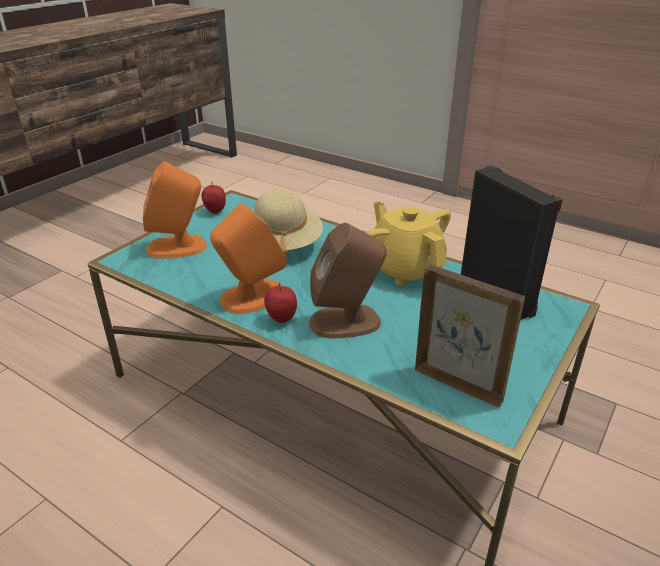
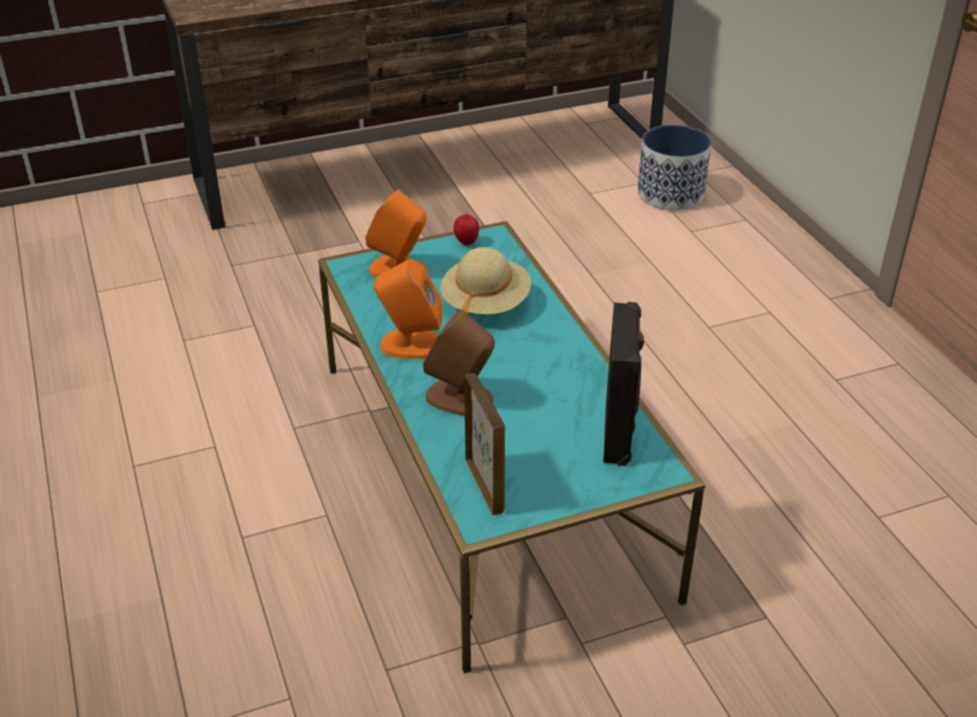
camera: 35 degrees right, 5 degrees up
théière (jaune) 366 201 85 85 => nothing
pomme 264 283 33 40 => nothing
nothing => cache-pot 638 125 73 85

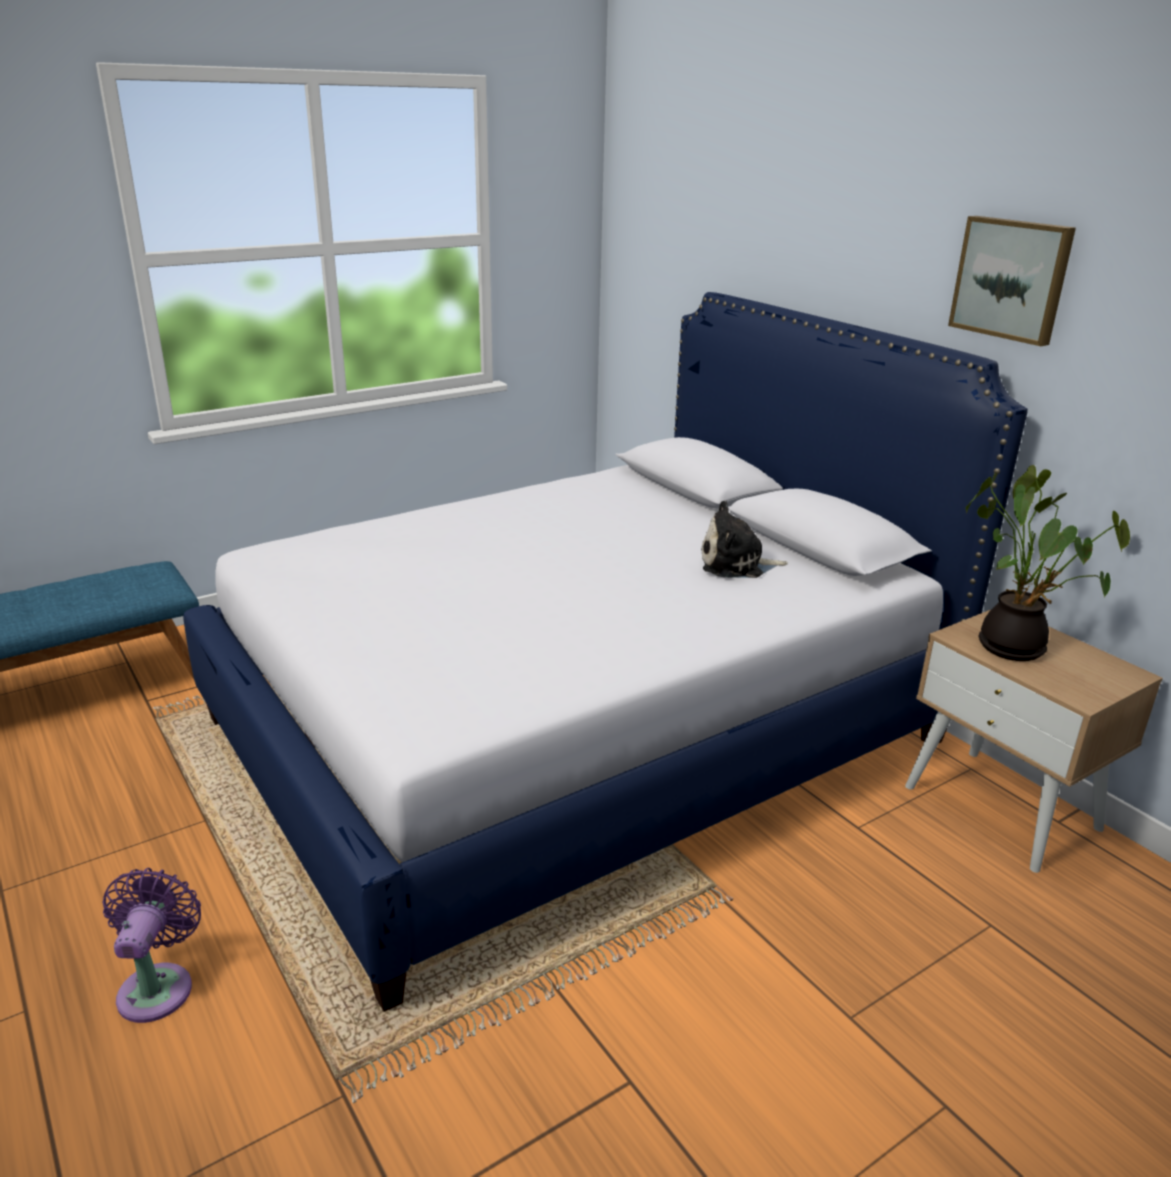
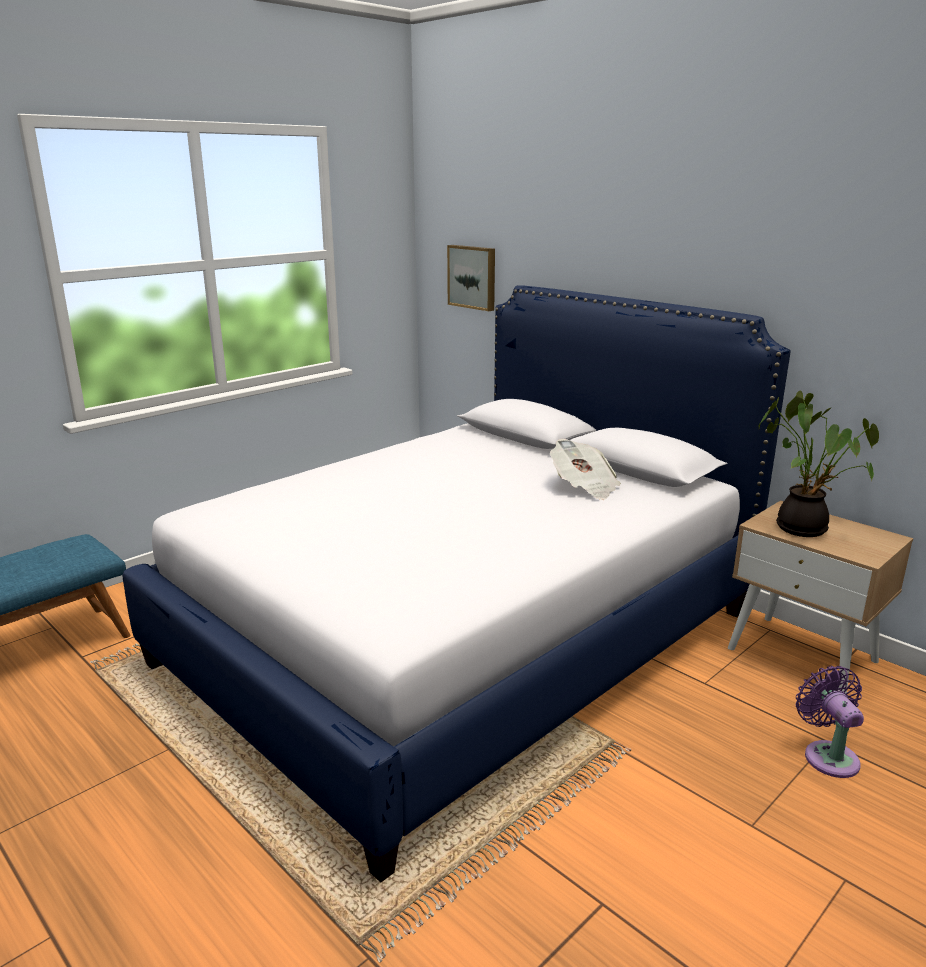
camera: 10 degrees left, 5 degrees down
tableau 948 216 128 130 => tableau 447 245 48 66, relocated
peluche 701 501 87 77 => journal 550 439 71 61
ventilateur (violet) 102 868 99 155 => ventilateur (violet) 796 666 68 112, relocated

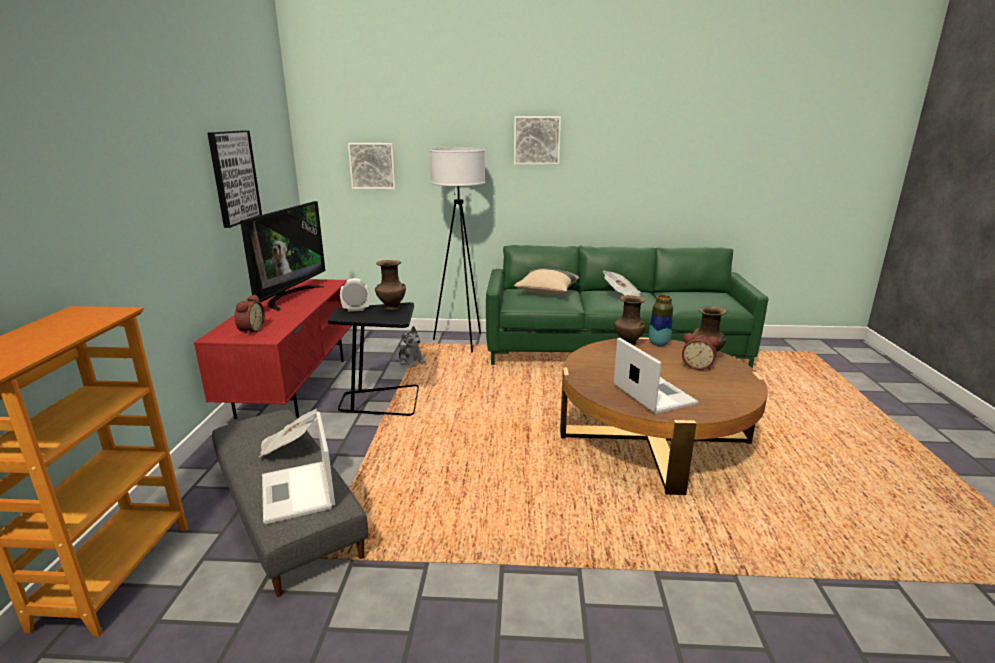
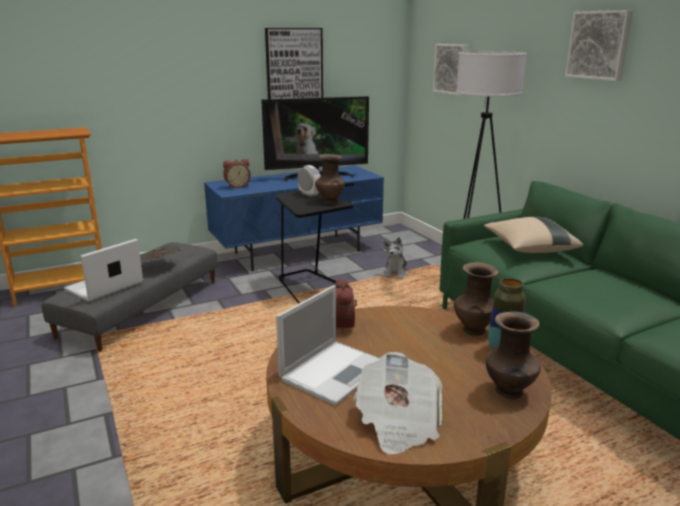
camera: 60 degrees right, 0 degrees up
journal 603 270 38 27 => journal 354 352 88 103, relocated
meuble télé (rouge) 194 279 158 140 => meuble télé (bleu) 204 166 180 105
réveil 682 333 37 37 => réveil 335 278 22 55, relocated

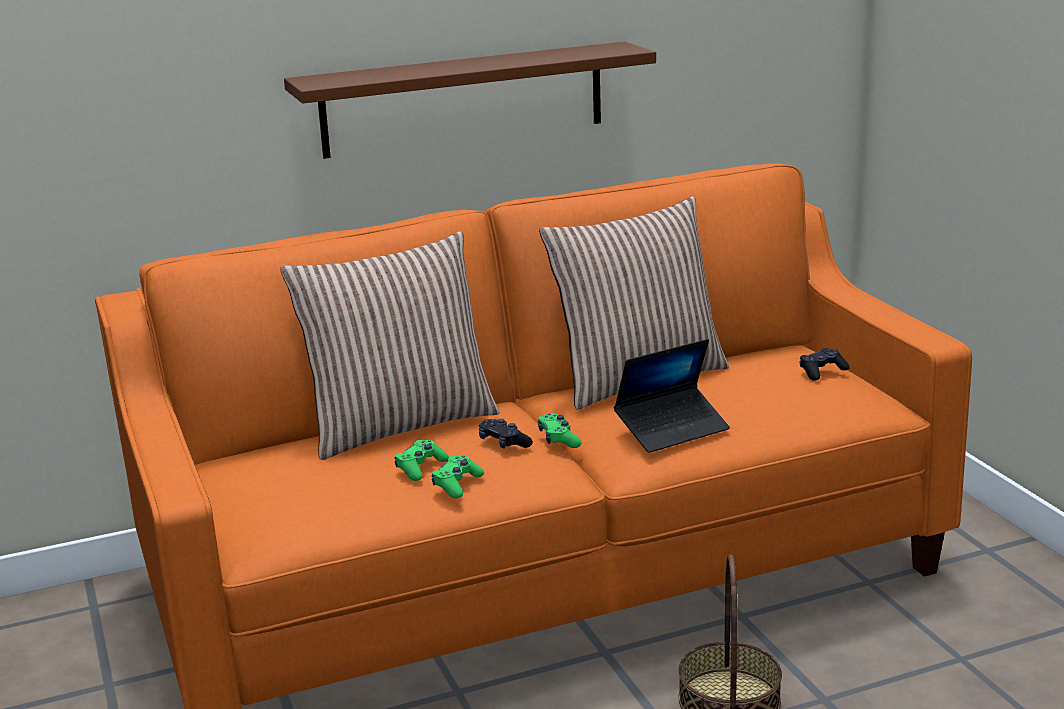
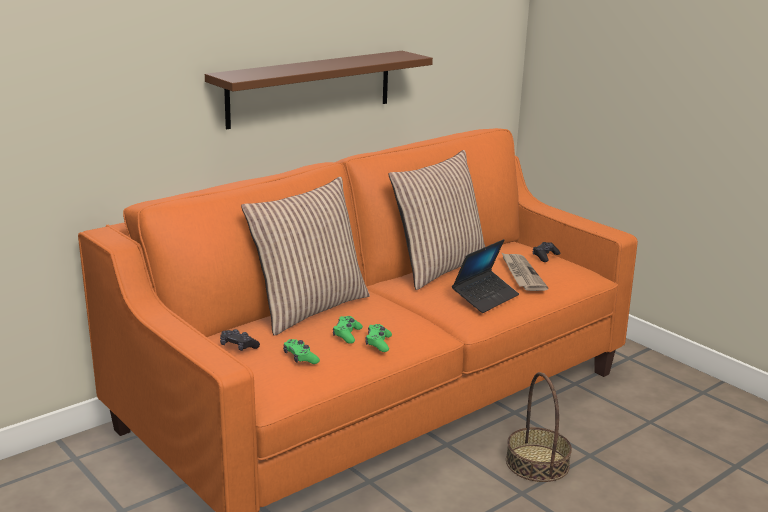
camera: 20 degrees left, 0 degrees up
manette (vert) 538 413 44 35 => manette (vert) 283 339 37 25, relocated
manette (noir) 479 419 54 30 => manette (noir) 220 329 40 22, relocated
nothing => journal 501 252 47 39

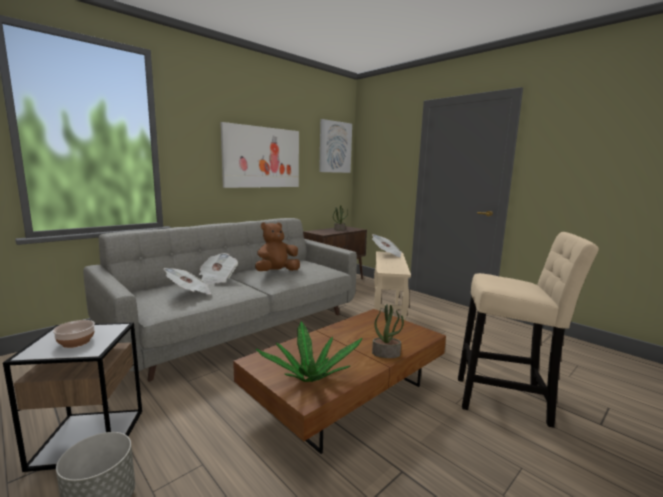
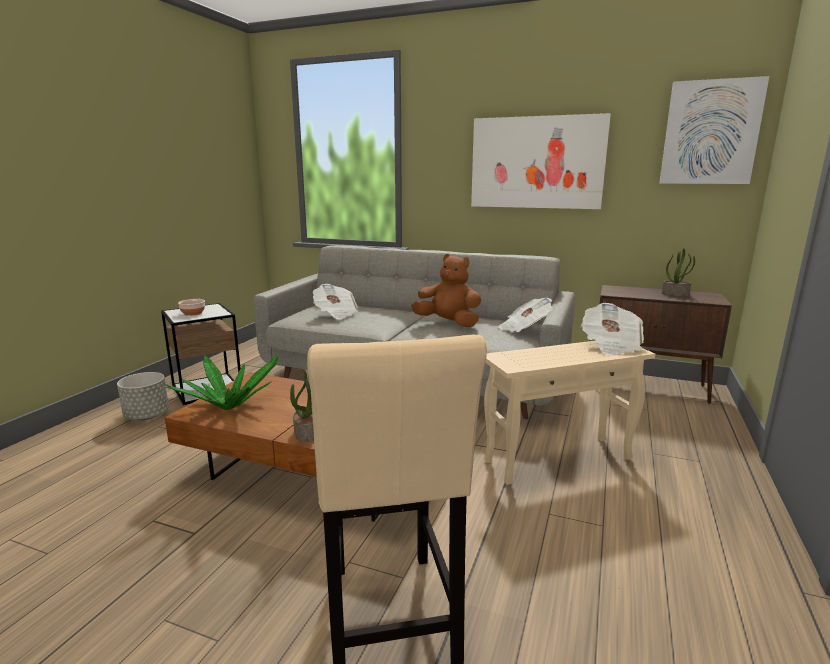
camera: 65 degrees right, 5 degrees up
journal 199 253 39 32 => journal 498 298 55 34, relocated

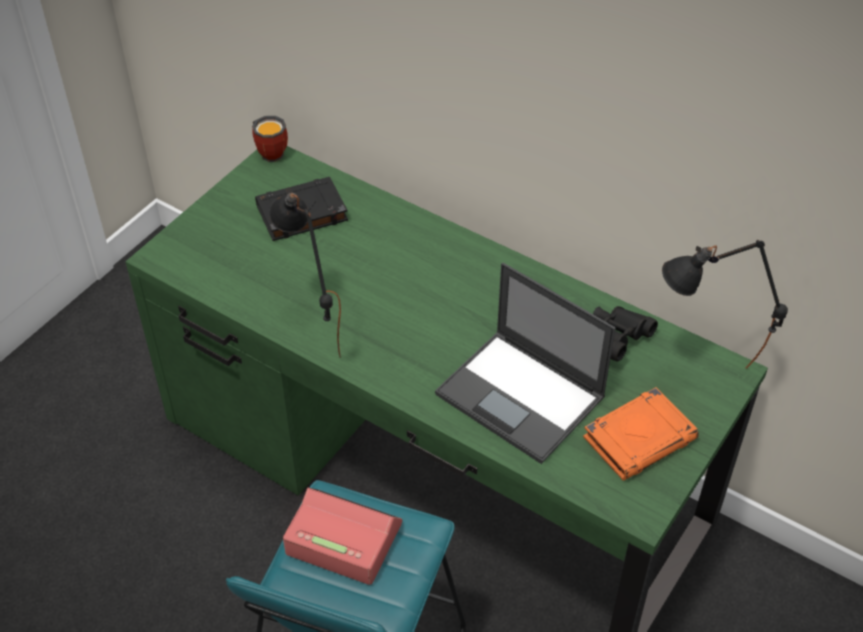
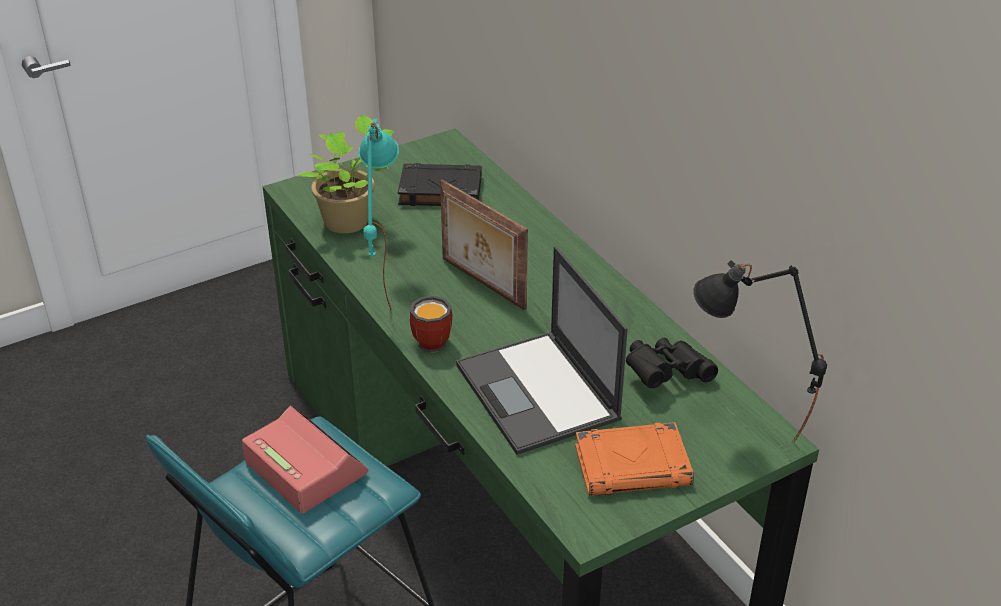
camera: 25 degrees right, 10 degrees down
mug 252 116 36 46 => mug 410 295 42 58, relocated
lampe de table (noir) 269 187 72 170 => lampe de table (turquoise) 359 119 40 191
nothing => plante en pot 298 114 96 120
nothing => cadre photo 440 179 88 132

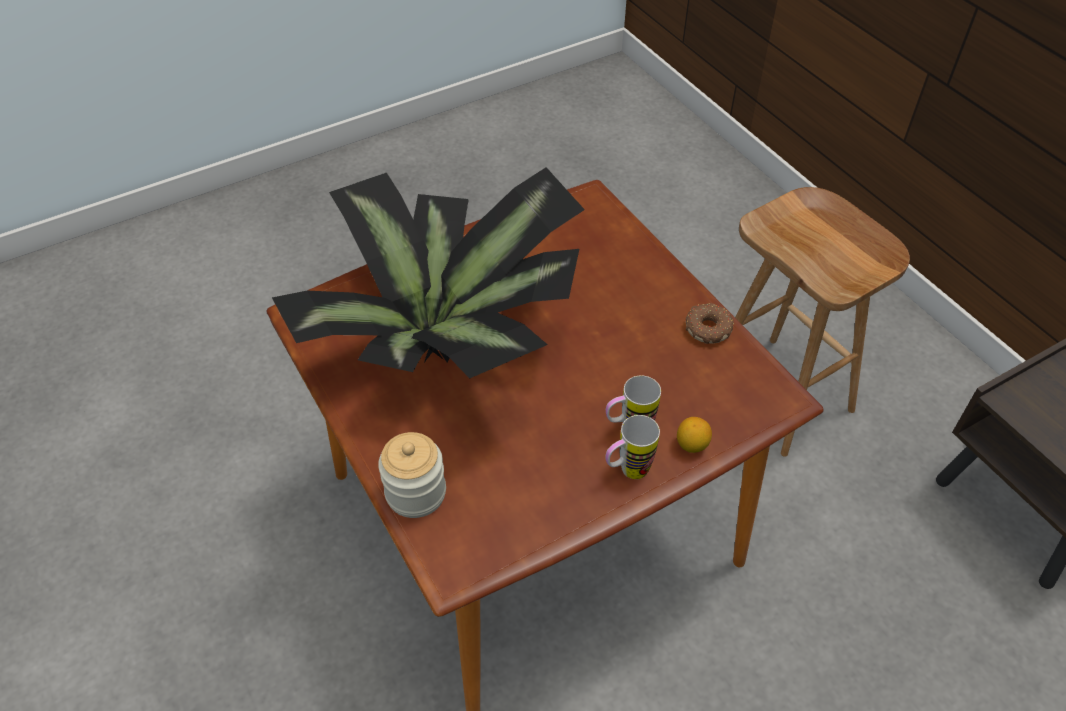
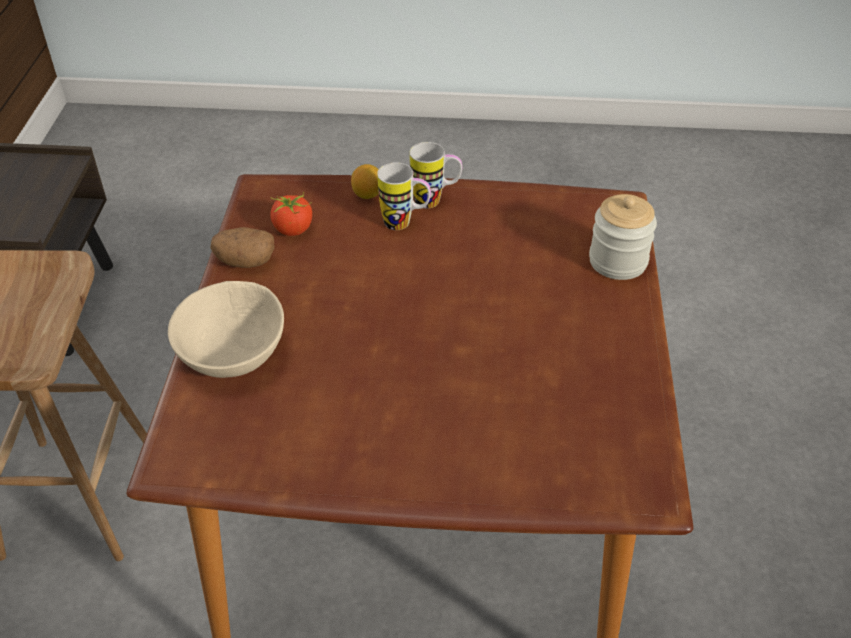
camera: 145 degrees left, 5 degrees down
plante en pot 272 167 313 211 => nothing
beignet 686 303 48 41 => pomme de terre 210 227 65 41
nothing => tomate 270 192 42 44
nothing => bol (beige) 168 281 116 97

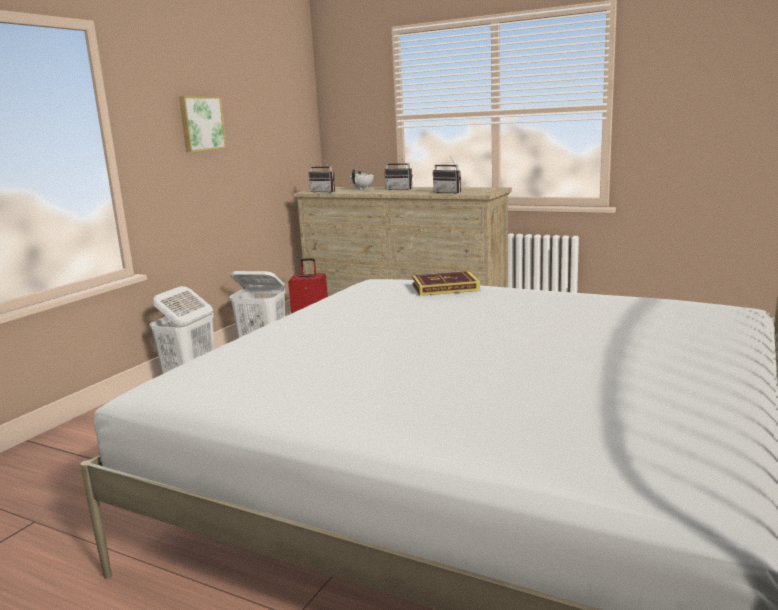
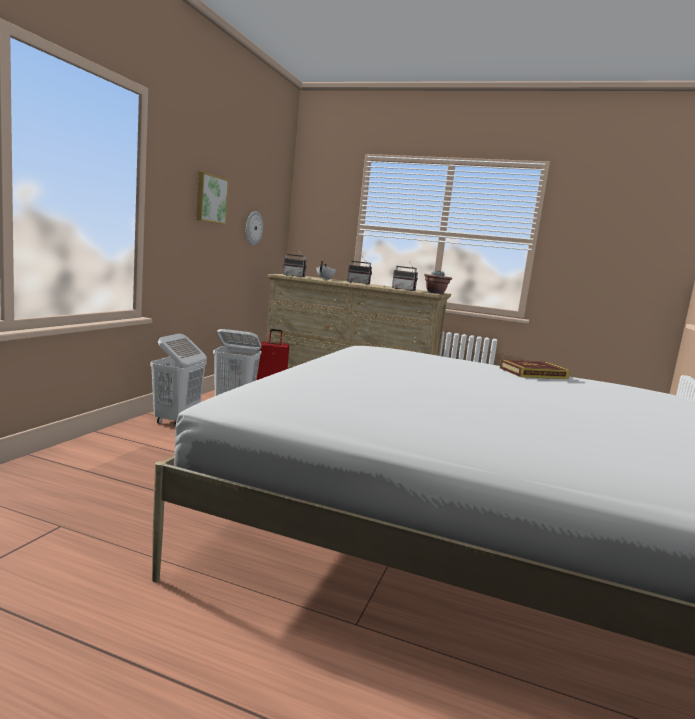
camera: 10 degrees left, 5 degrees down
livre 412 271 68 25 => livre 500 359 70 20, relocated
nothing => horloge murale 246 211 17 34
nothing => plante en pot 424 271 28 23

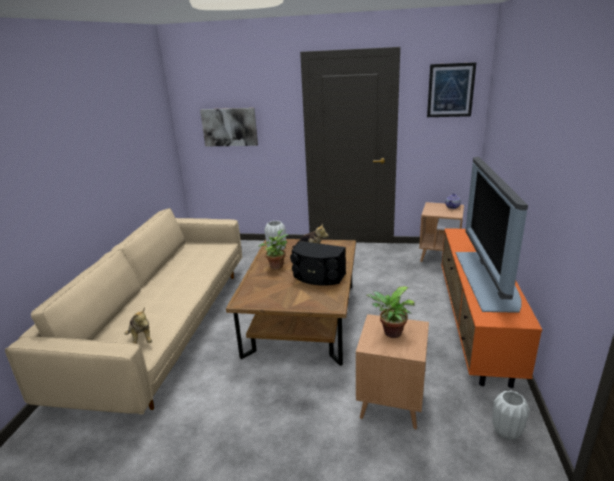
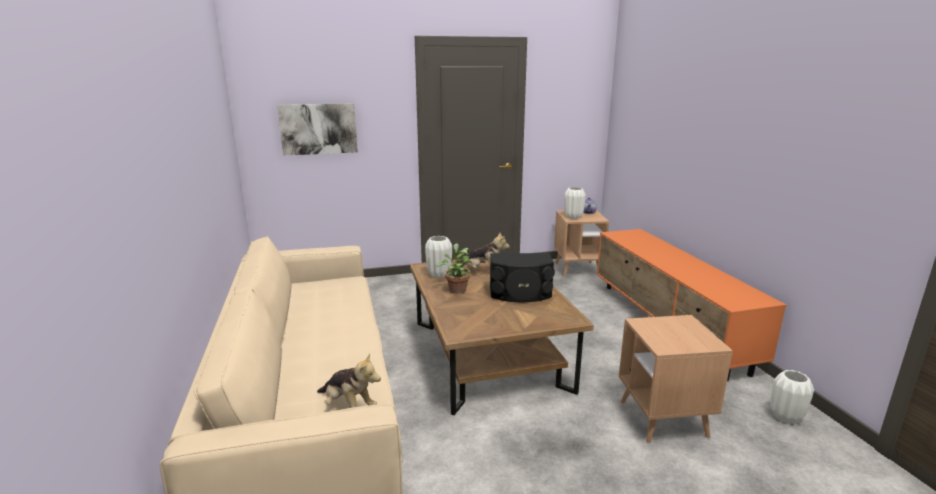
camera: 25 degrees left, 5 degrees down
tableau 427 62 49 55 => nothing
téléviseur 456 157 72 156 => nothing
plante en pot 366 287 49 51 => nothing
nothing => vase (blanc) 564 187 22 32

